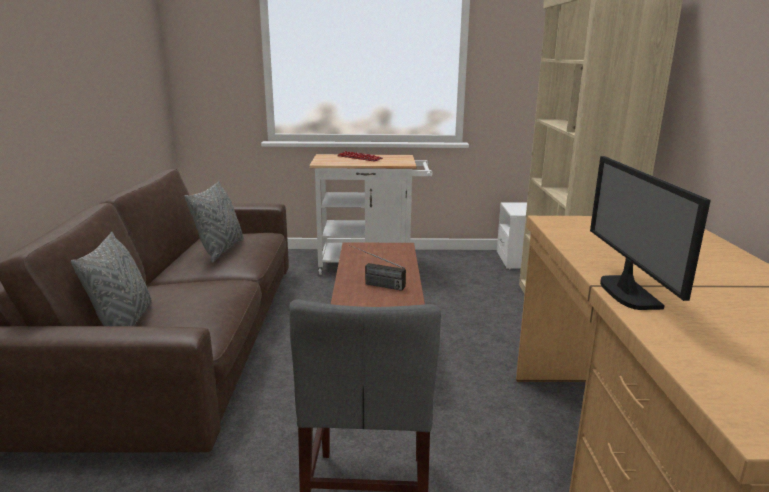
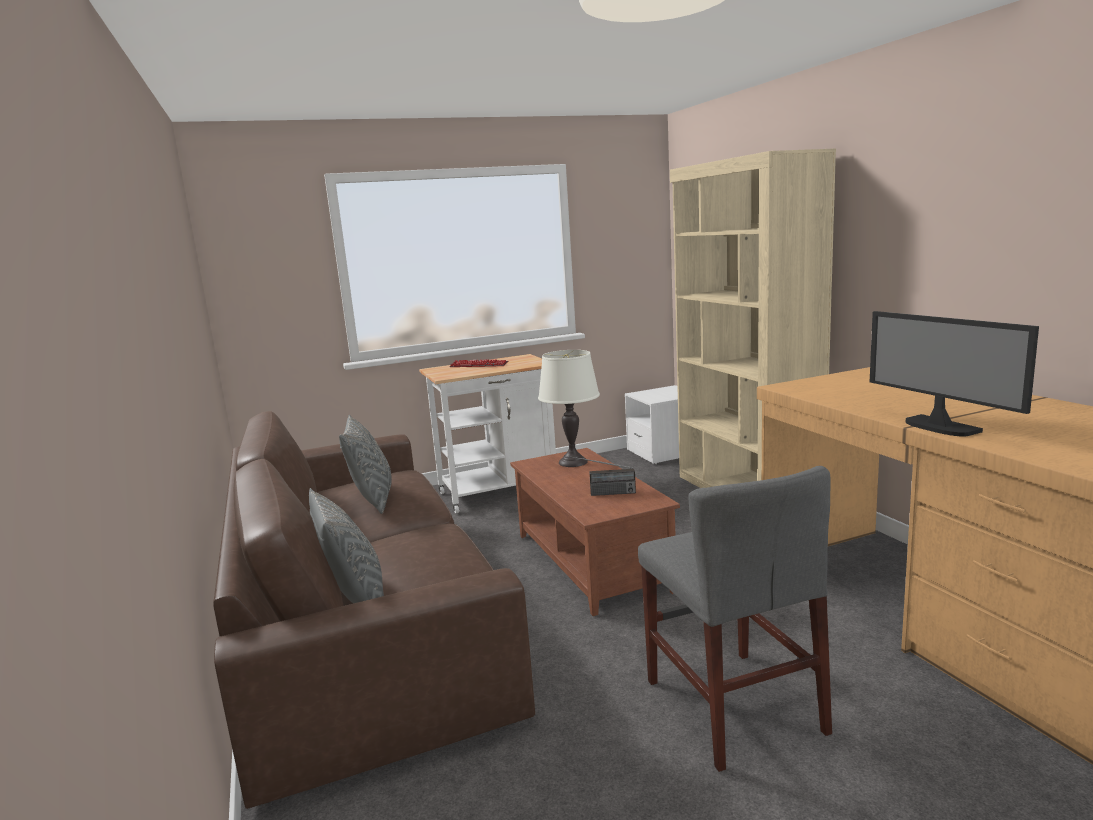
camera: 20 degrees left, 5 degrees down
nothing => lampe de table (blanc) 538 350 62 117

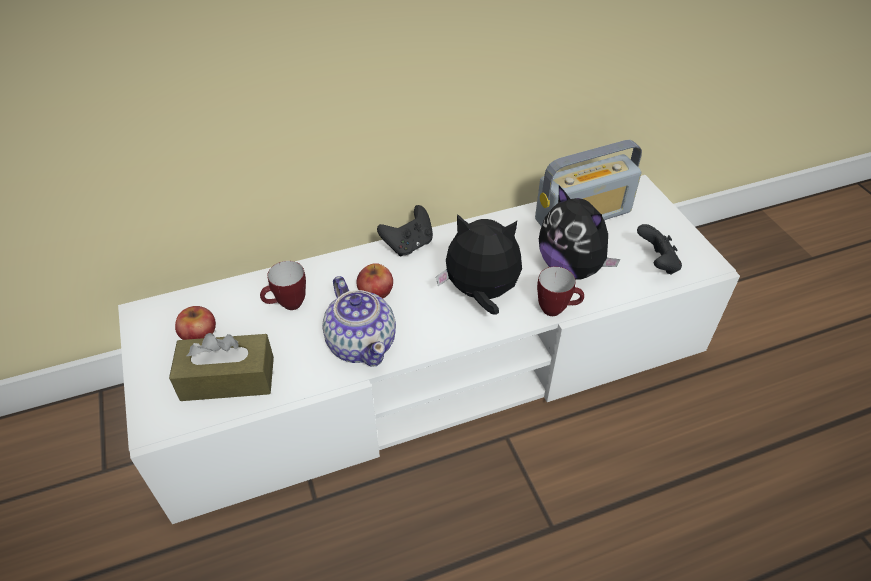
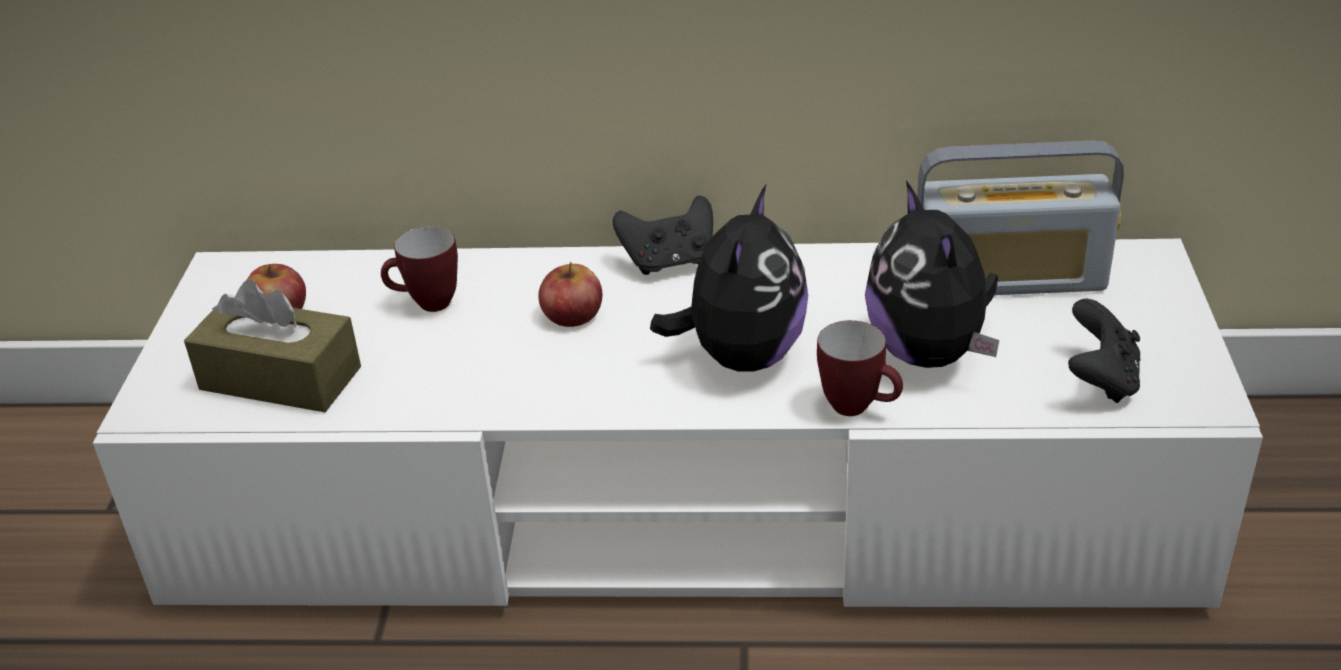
camera: 25 degrees right, 10 degrees down
peluche 436 214 86 101 => peluche 650 185 158 187, 75 degrees clockwise
théière 322 276 74 90 => nothing

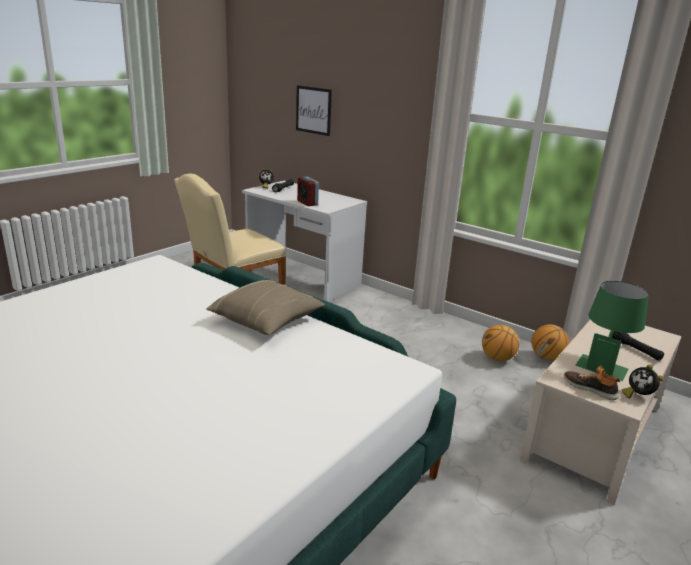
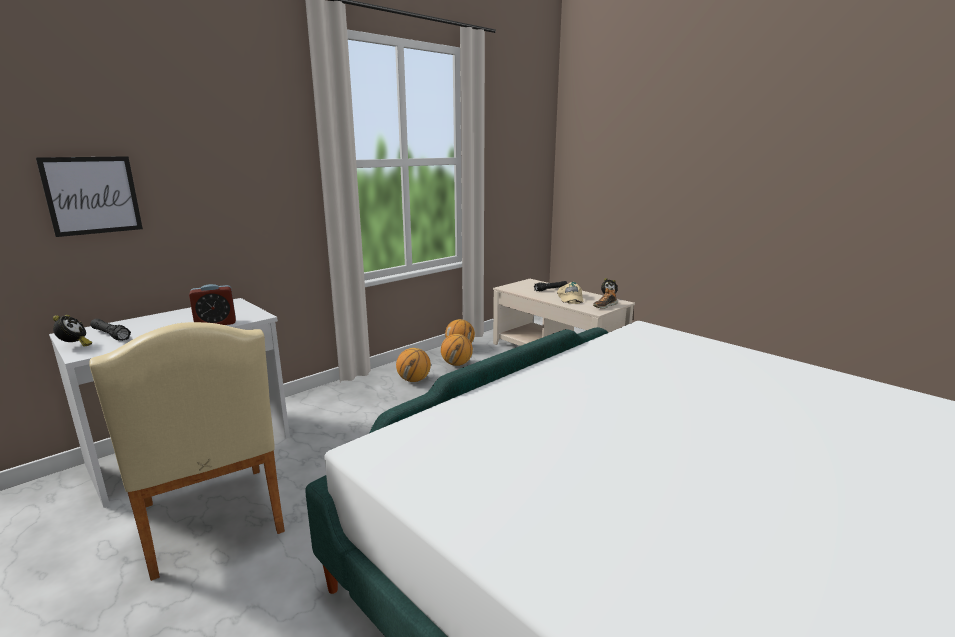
camera: 80 degrees left, 5 degrees down
coussin (beige) 206 280 119 55 => nothing
lampe de table (vert) 576 281 73 100 => casquette (beige) 557 282 27 22
nothing => ballon de basket 396 348 35 34

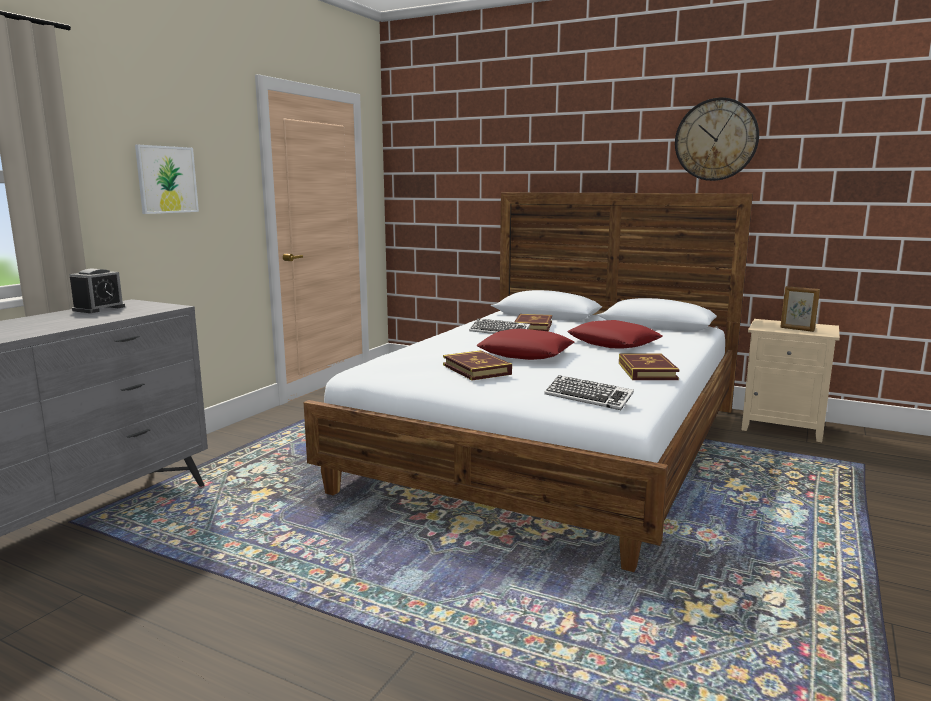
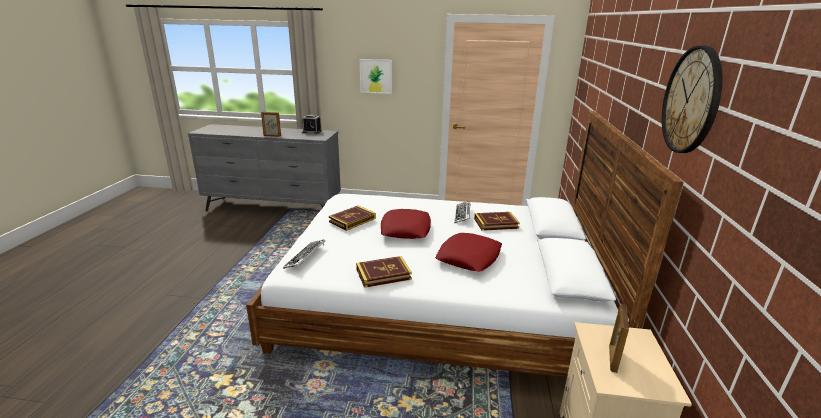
camera: 70 degrees right, 10 degrees up
nothing => cadre photo 261 112 20 25

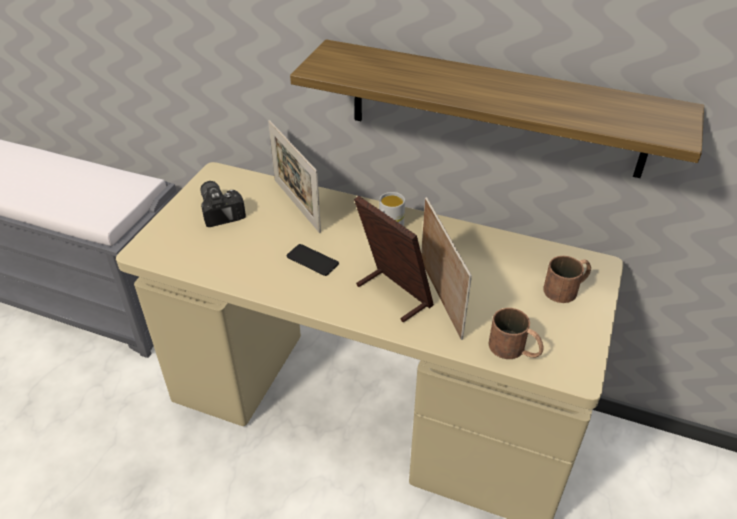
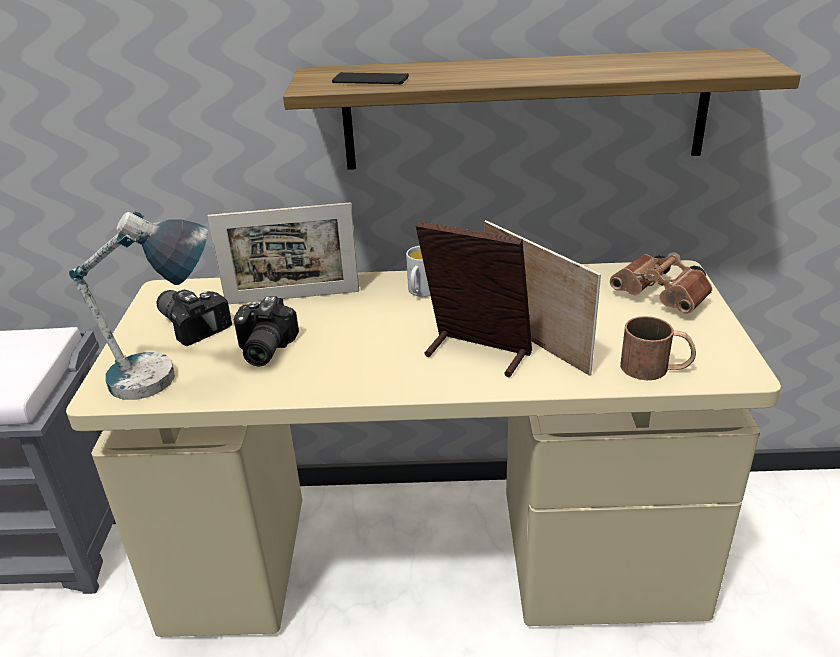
camera: 20 degrees left, 10 degrees down
cadre photo 268 120 53 113 => cadre photo 208 203 151 101, 45 degrees counterclockwise
téléphone 287 244 52 32 => téléphone 332 72 77 13, relocated
mug (marron) 543 256 48 47 => jumelles (marron) 610 252 102 62
nothing => lampe de table 69 211 139 189
nothing => appareil photo 234 296 65 70

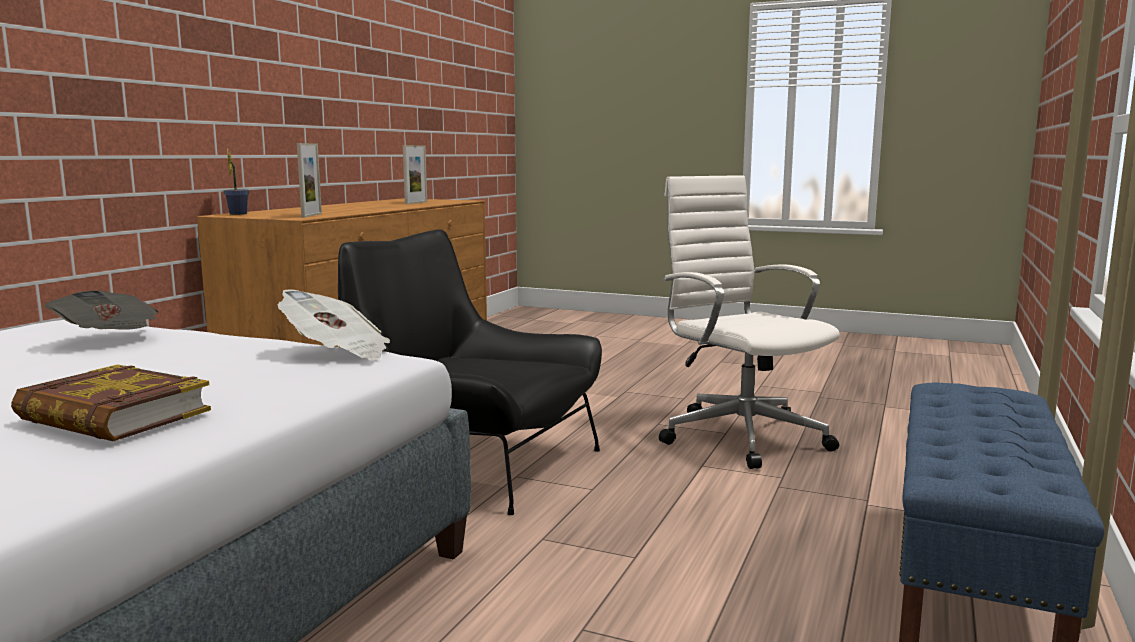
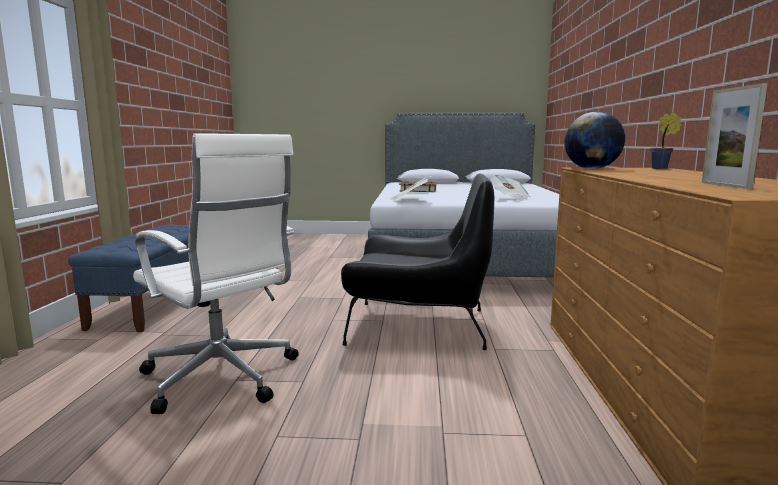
camera: 160 degrees right, 0 degrees up
cadre photo 297 143 25 75 => globe 564 111 61 58

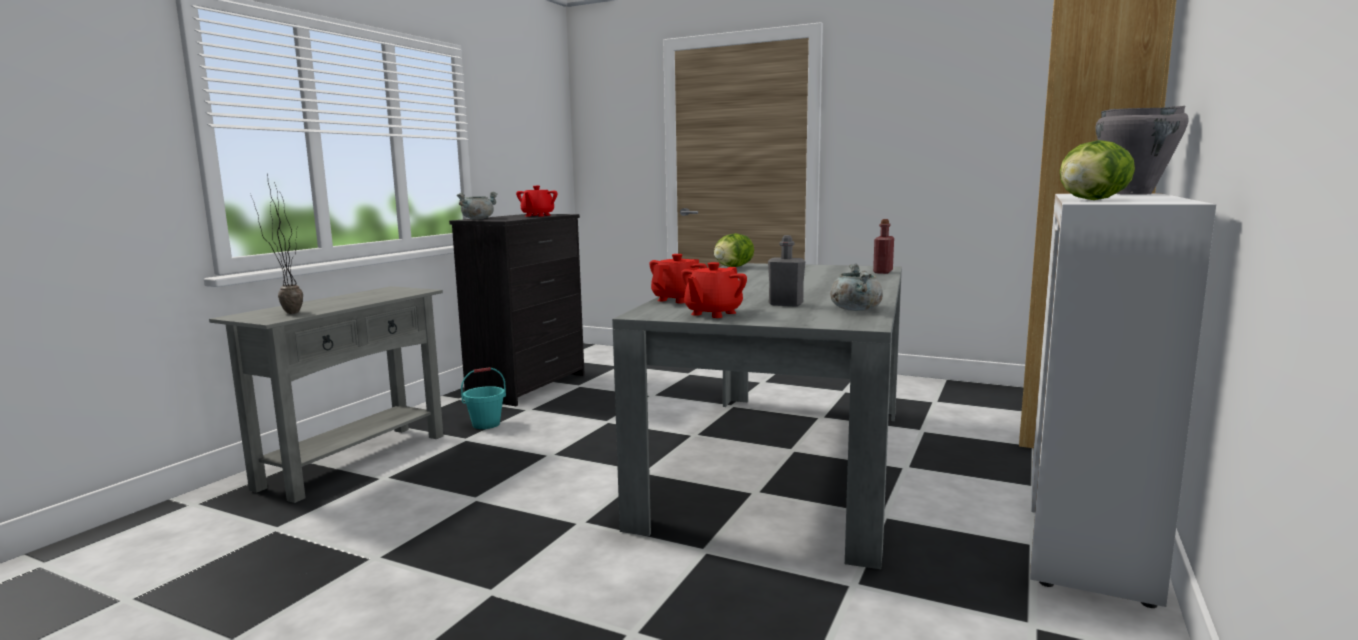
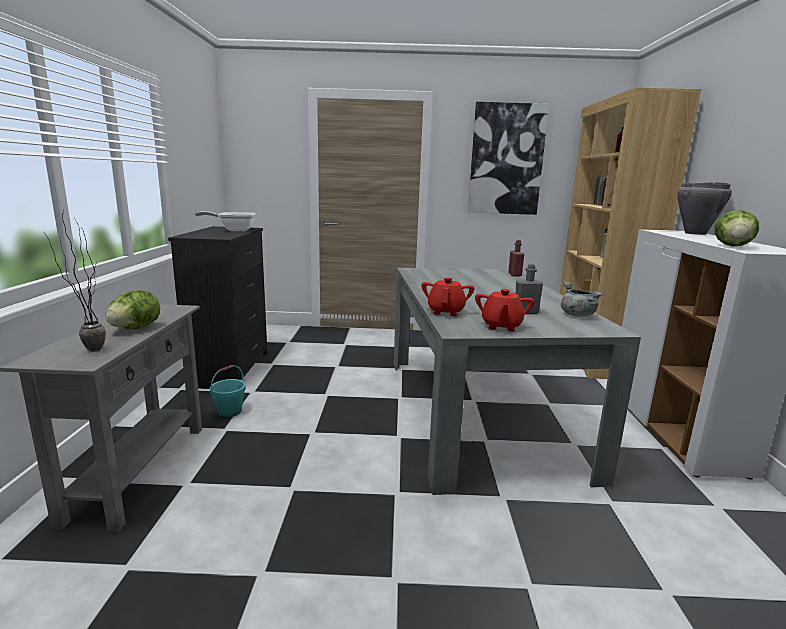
camera: 25 degrees left, 5 degrees up
théière (rouge) 516 186 42 30 => poêle 195 211 61 20
marmite (gris) 456 192 42 28 => nothing
laitue 714 233 40 34 => laitue 106 290 54 40, relocated
nothing => tableau 468 102 81 113

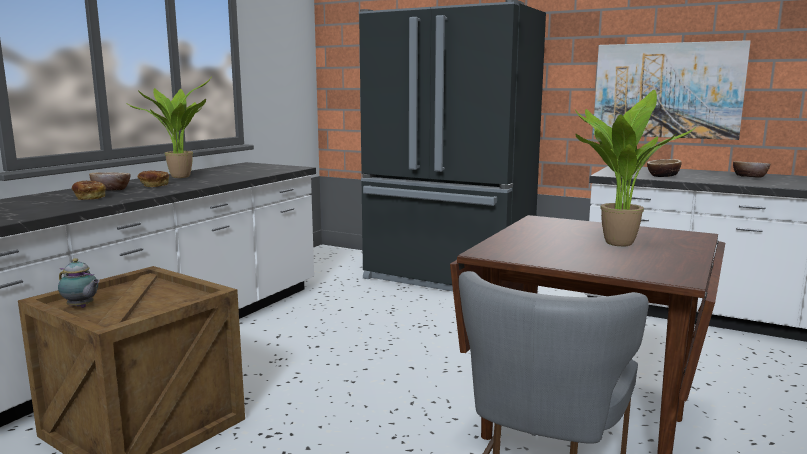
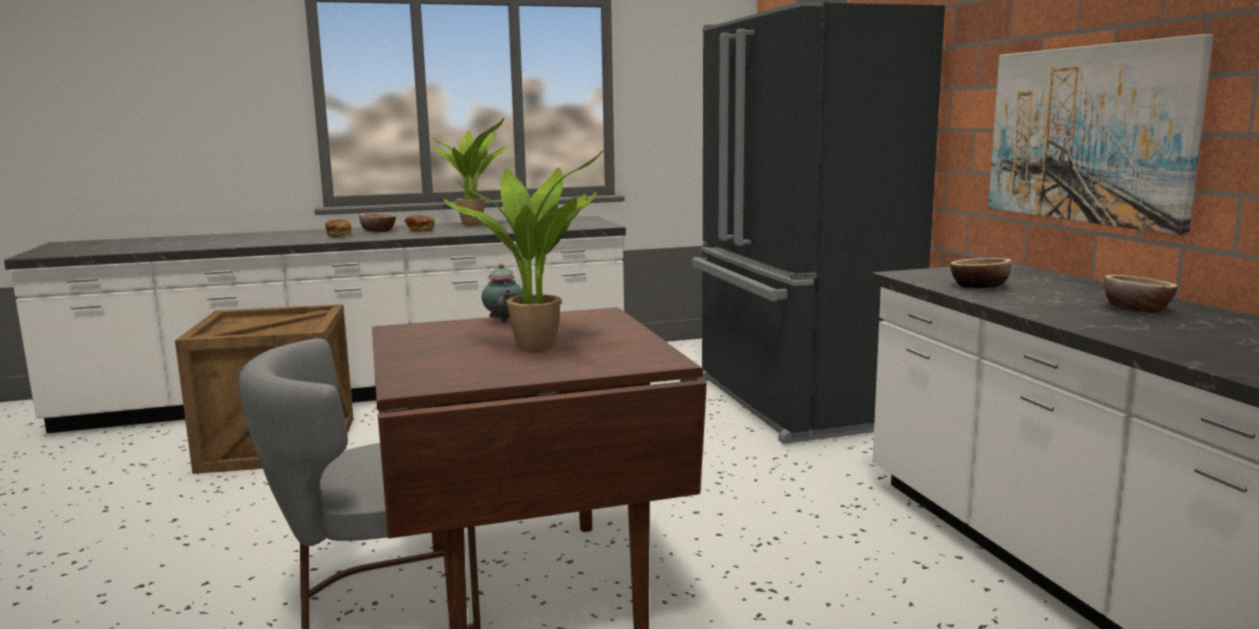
camera: 45 degrees right, 0 degrees up
théière 58 258 42 50 => théière 481 264 42 59, relocated

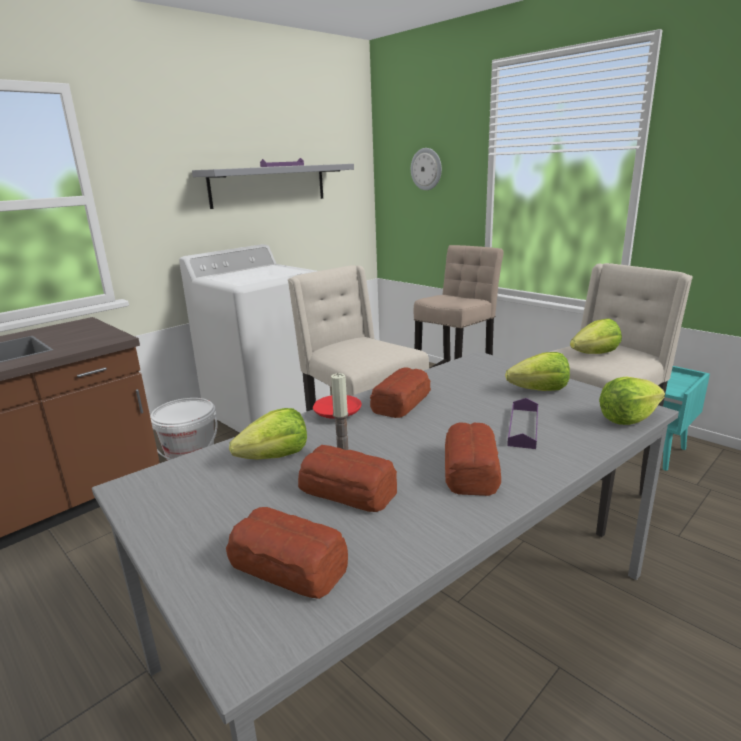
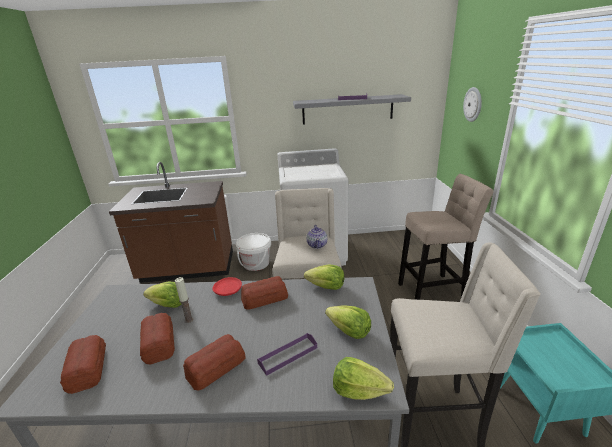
camera: 40 degrees right, 5 degrees up
laitue 570 319 52 35 => laitue 304 264 40 26, relocated
nothing => théière 306 225 21 24

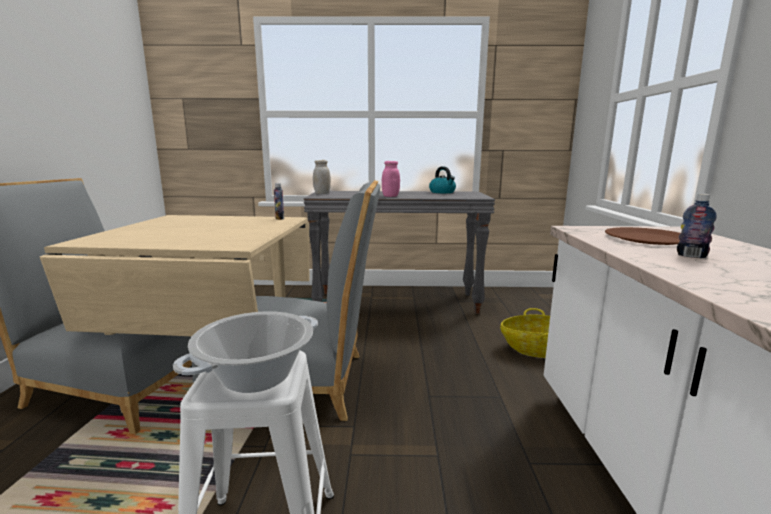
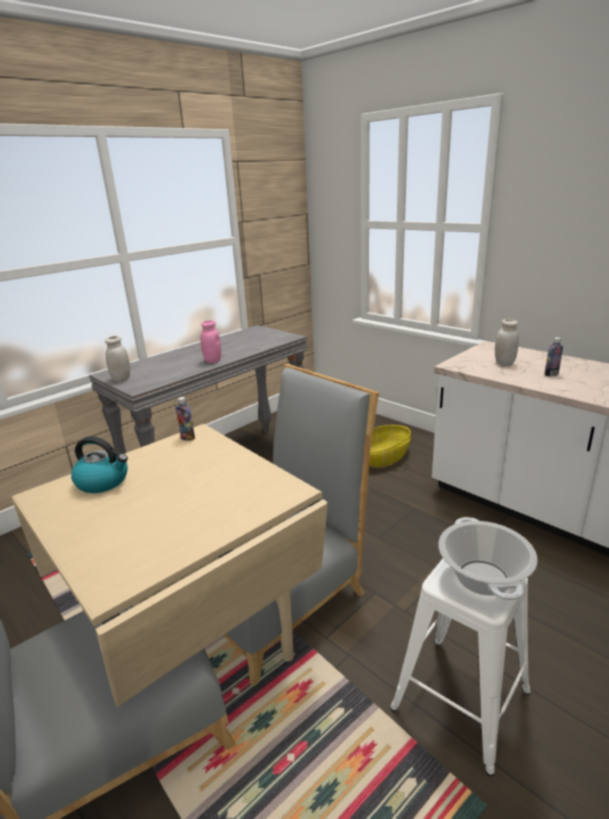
camera: 45 degrees left, 10 degrees up
bouilloire 429 167 27 26 => bouilloire 71 436 57 57, relocated
assiette (marron) 605 227 75 18 => bocal (blanc) 495 319 24 47

